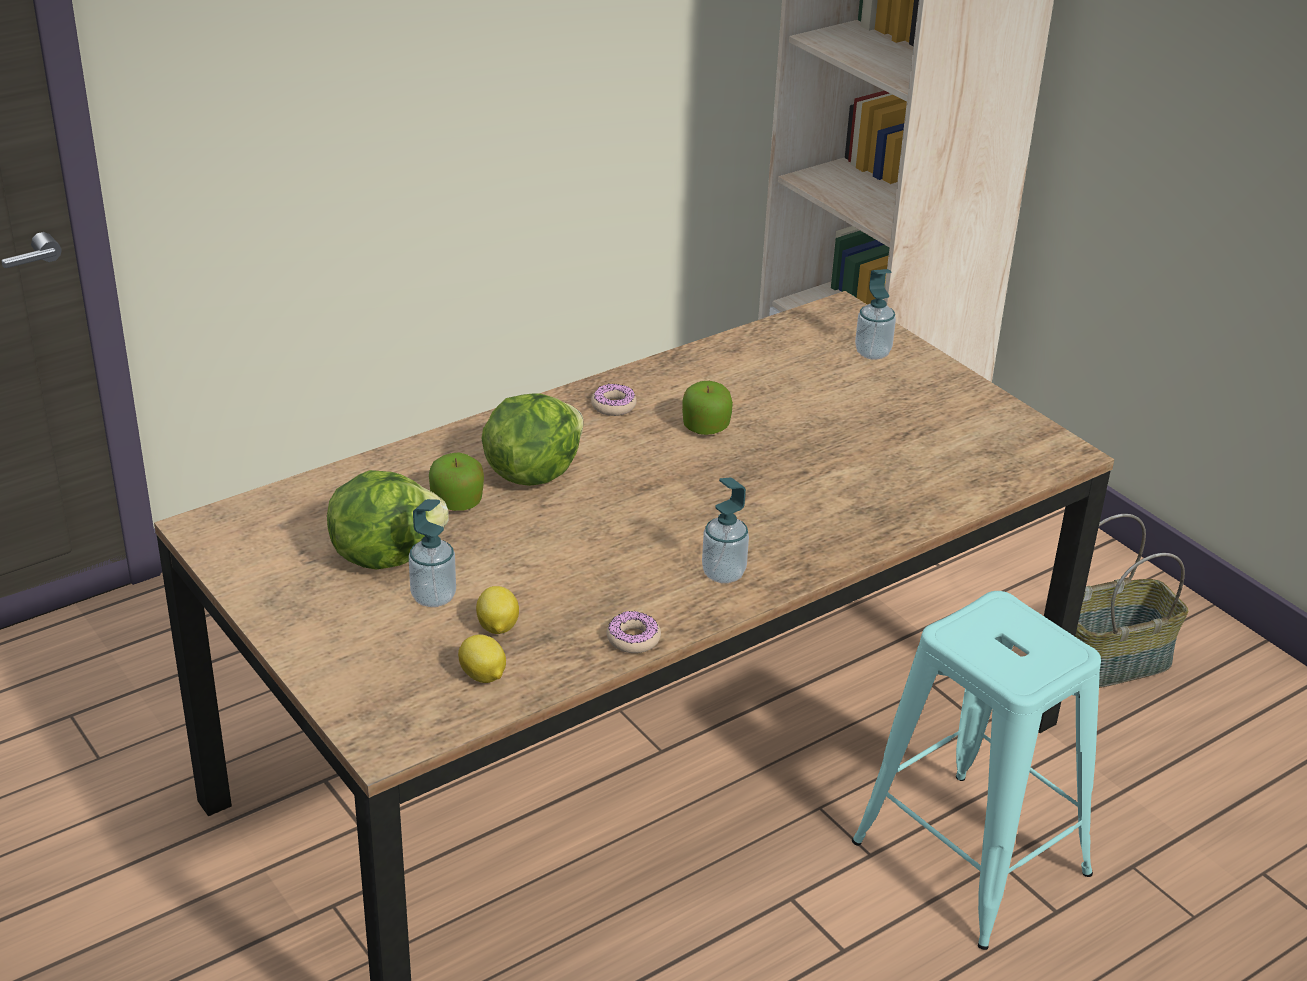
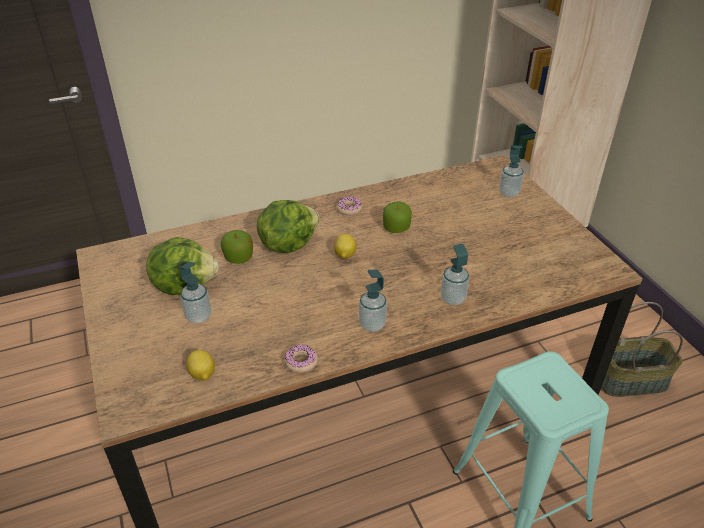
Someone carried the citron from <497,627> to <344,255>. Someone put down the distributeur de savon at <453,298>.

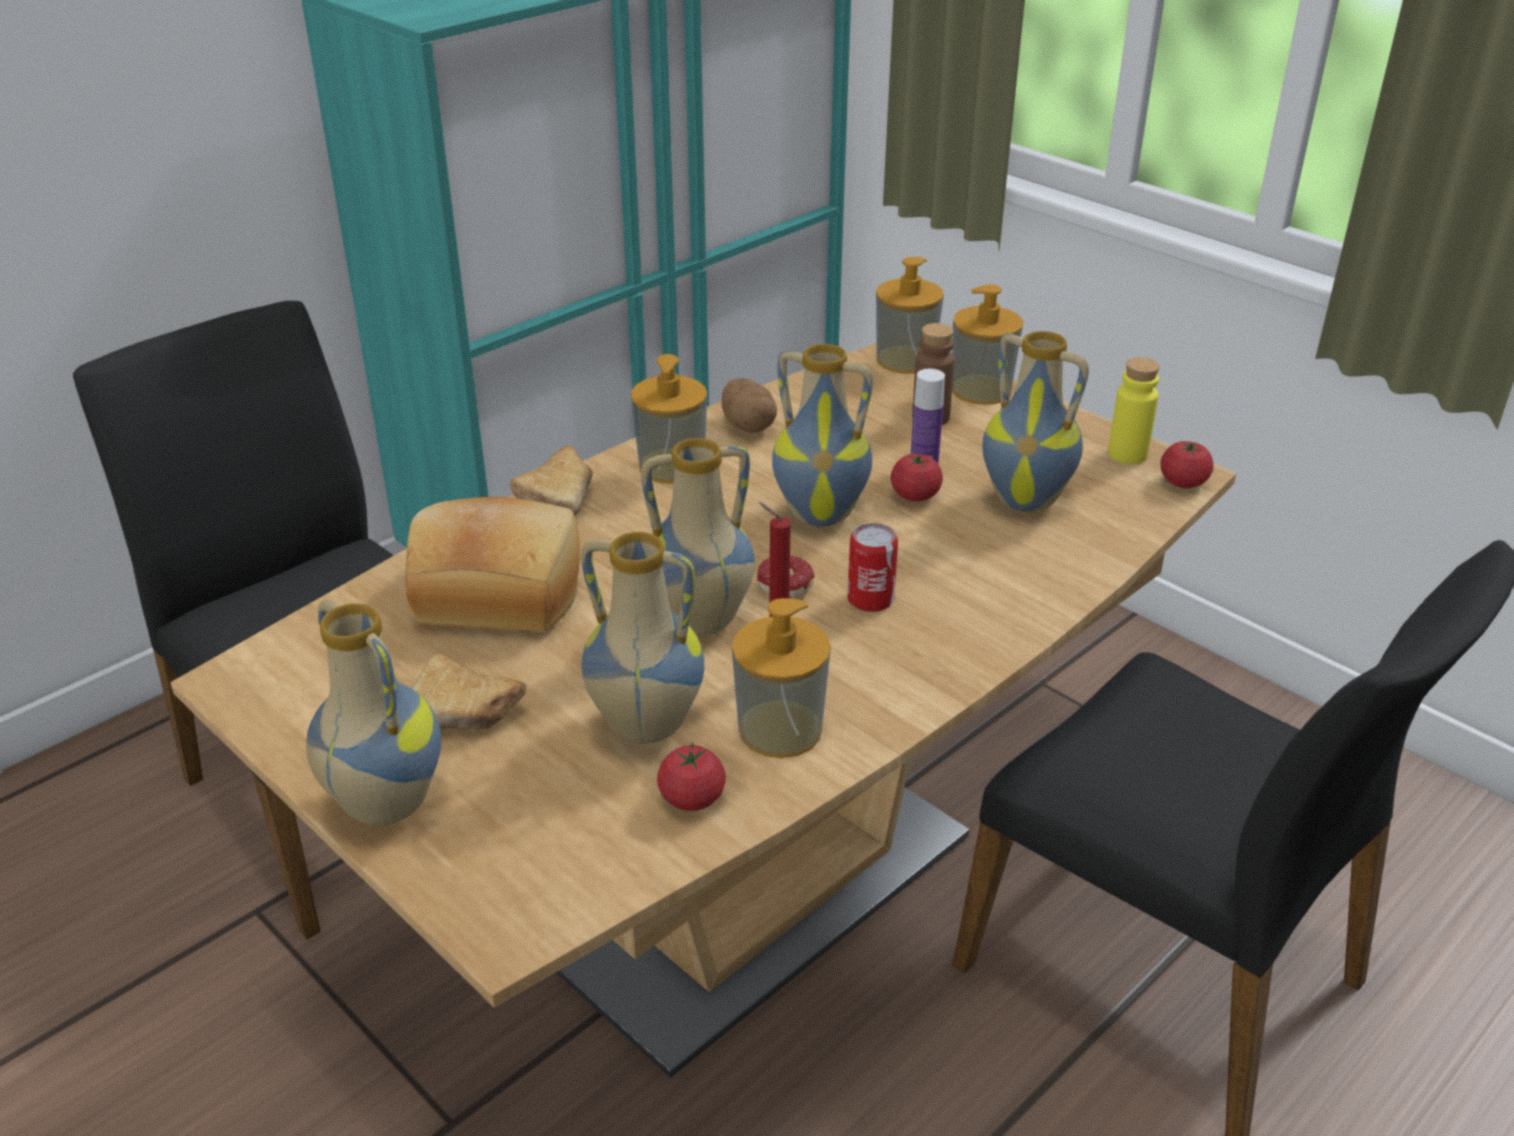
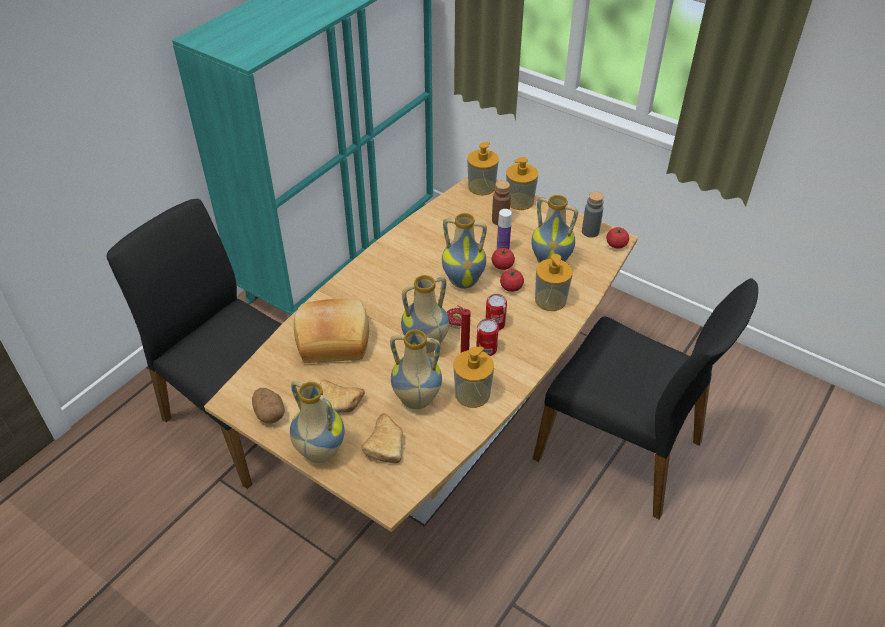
Someone carried the pain from <561,494> to <386,443>. Someone carried the distributeur de savon from <671,466> to <550,300>. Someone carried the tomate from <692,798> to <511,287>. Someone carried the pomme de terre from <748,425> to <269,413>. Someone repainted the bouteille (jaune) at <1127,454>, which became the bouteille (gris) at <590,232>. Someone put down the boîte métallique at <486,349>.

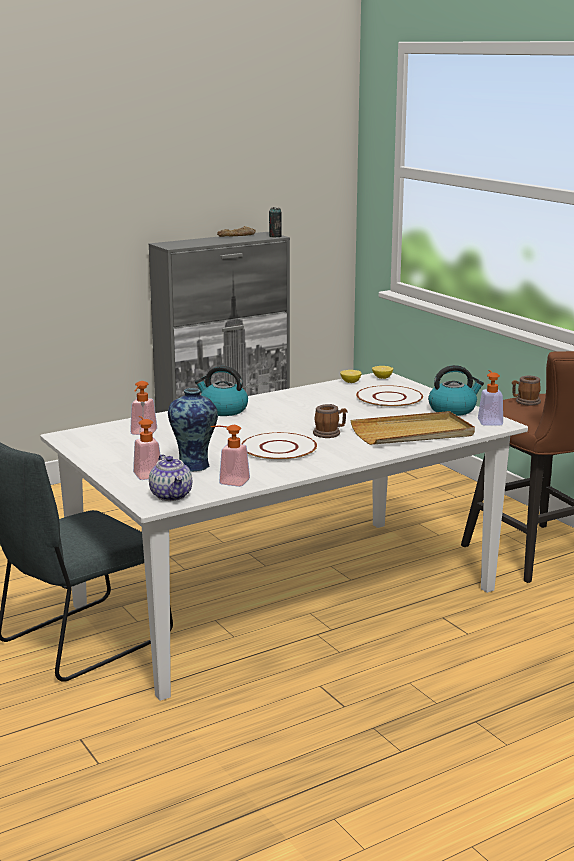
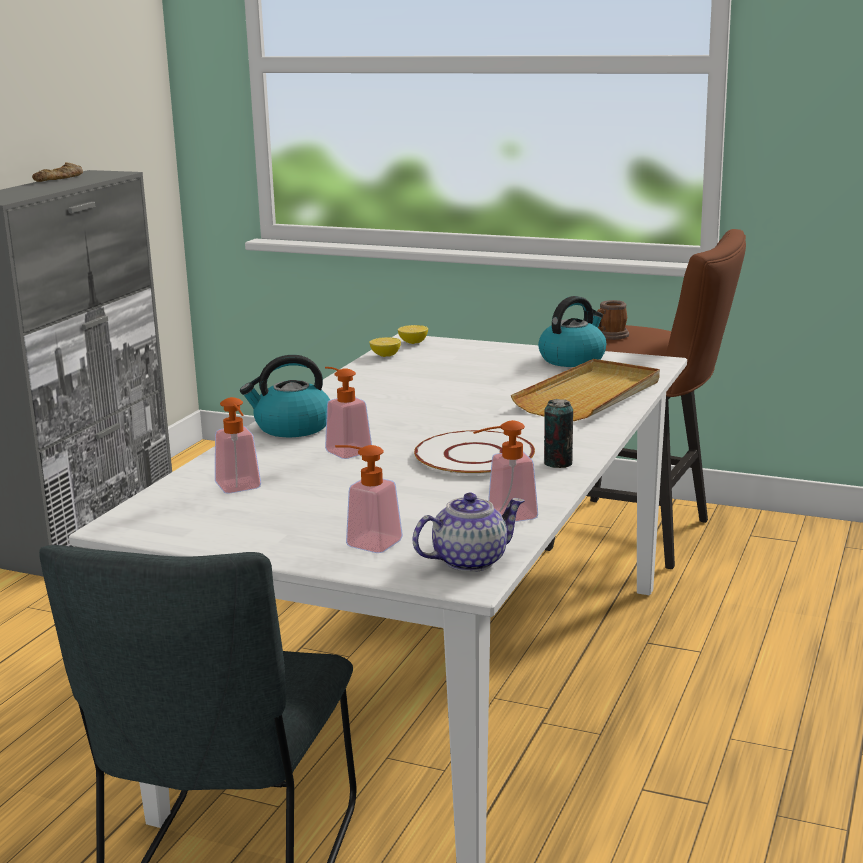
Someone rotated the théière at <172,495> by 60 degrees counterclockwise. Someone took away the vase at <194,465>. Someone carried the boîte métallique from <275,236> to <558,463>. Someone took away the mug at <329,433>. Someone took away the assiette (blanc) at <390,398>. Someone carried the distributeur de savon from <489,421> to <344,450>.

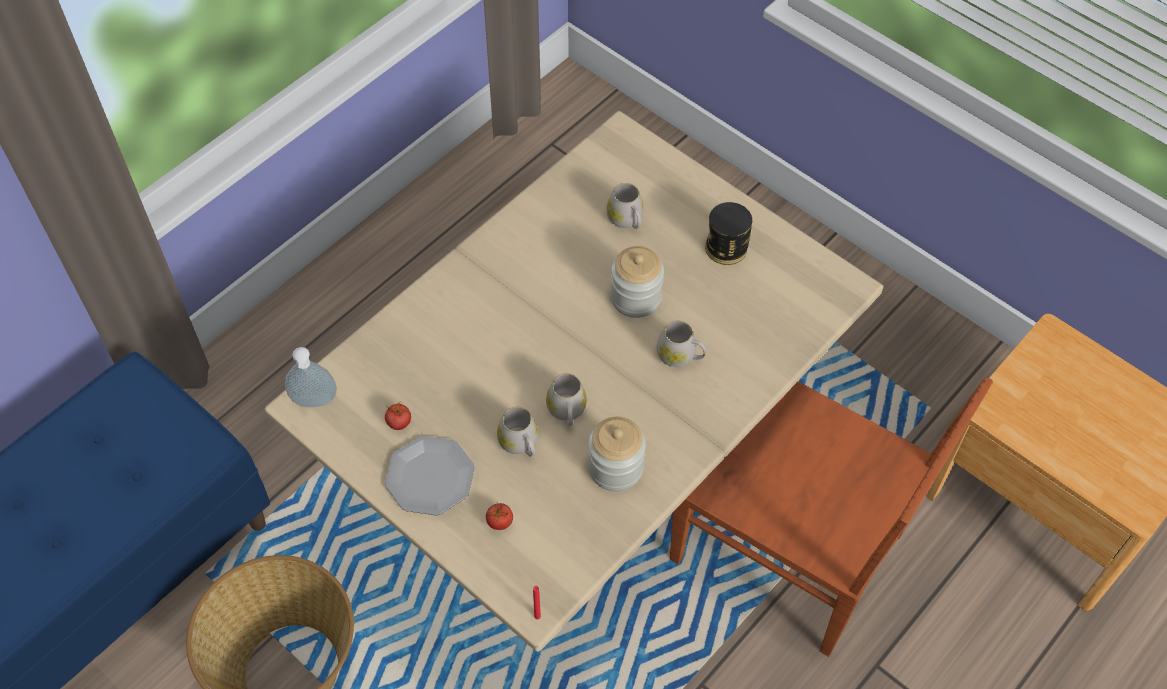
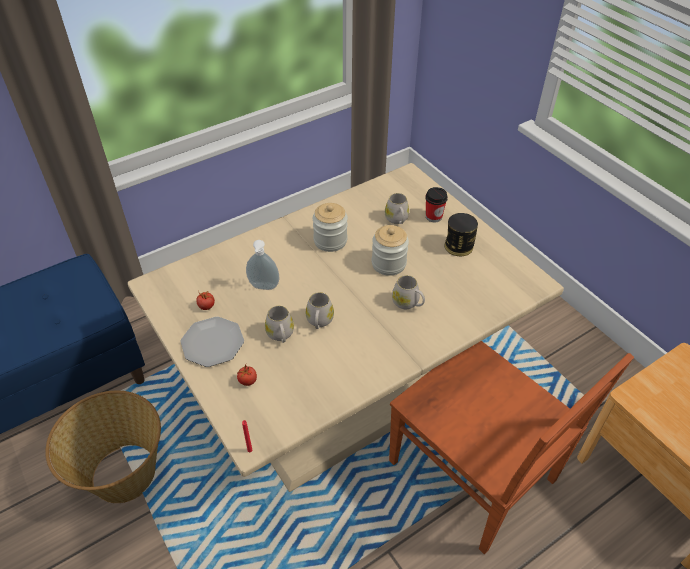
Someone carried the distributeur de savon from <315,403> to <263,287>. Someone carried the bocal from <615,468> to <330,240>. Someone put down the tasse at <433,217>.

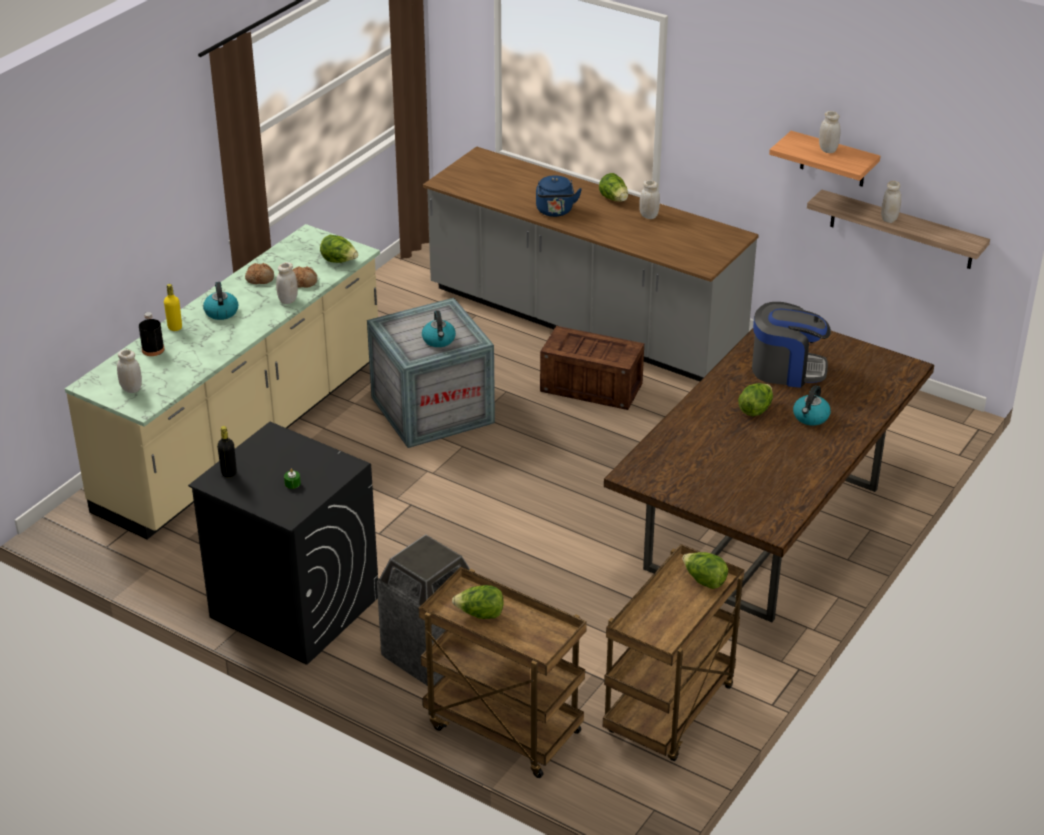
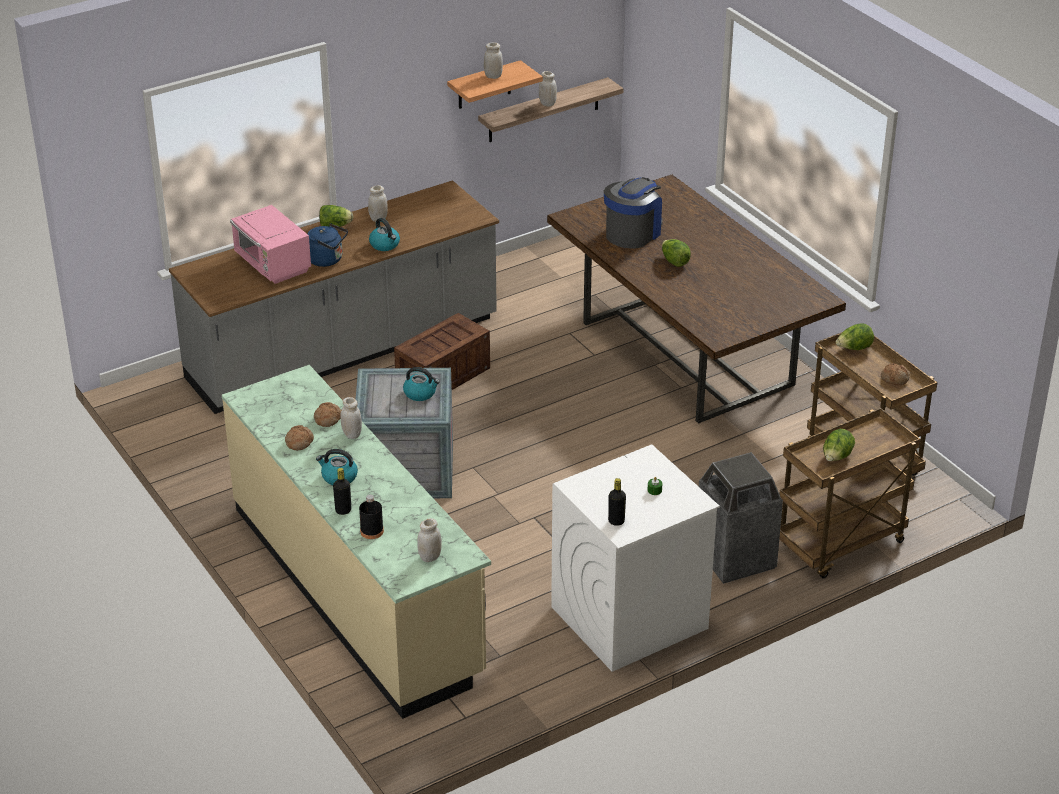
Someone repainted the bouteille (jaune) at <175,327>, which became the bouteille (noir) at <343,510>. Someone repainted the lave-linge (noir) at <293,607>, which became the lave-linge (blanc) at <628,618>. Someone took away the laitue at <339,261>. Someone carried the bouilloire from <810,417> to <385,245>. Someone put down the micro-ondes (rose) at <272,265>. Someone put down the pain at <895,378>.

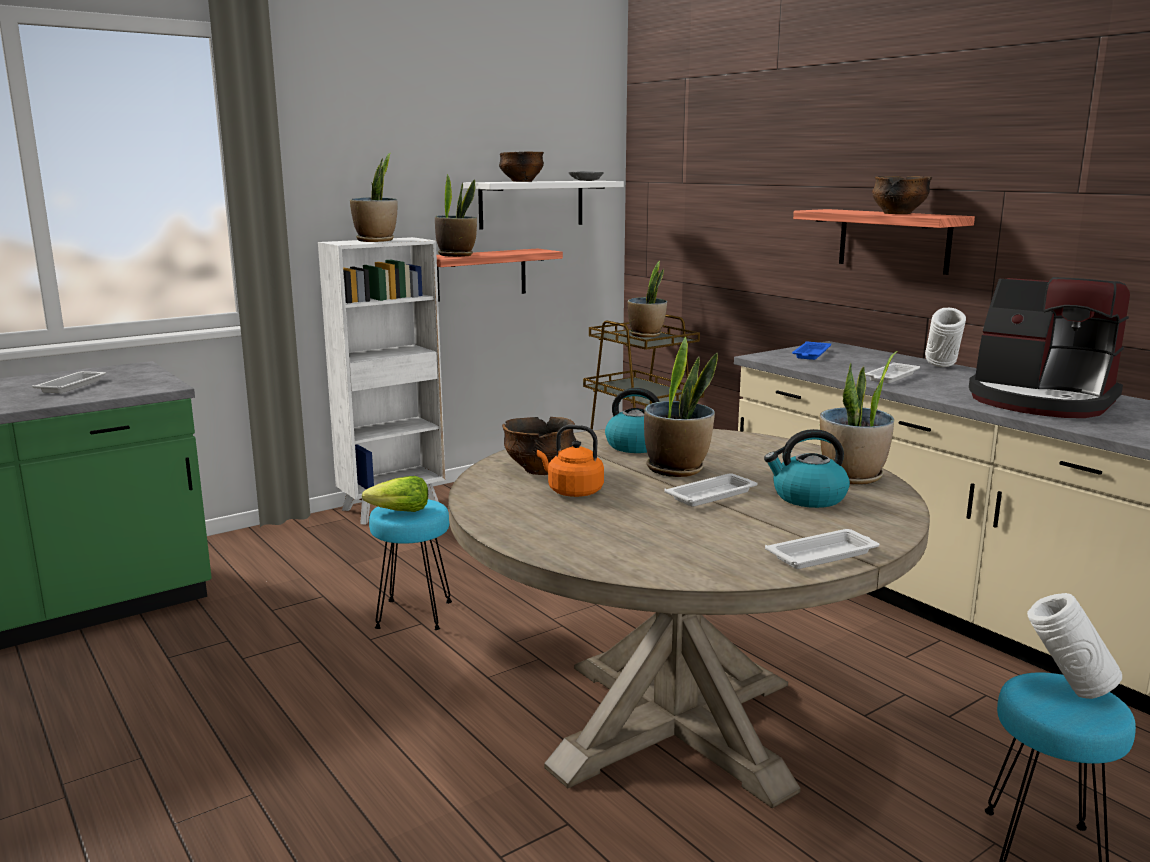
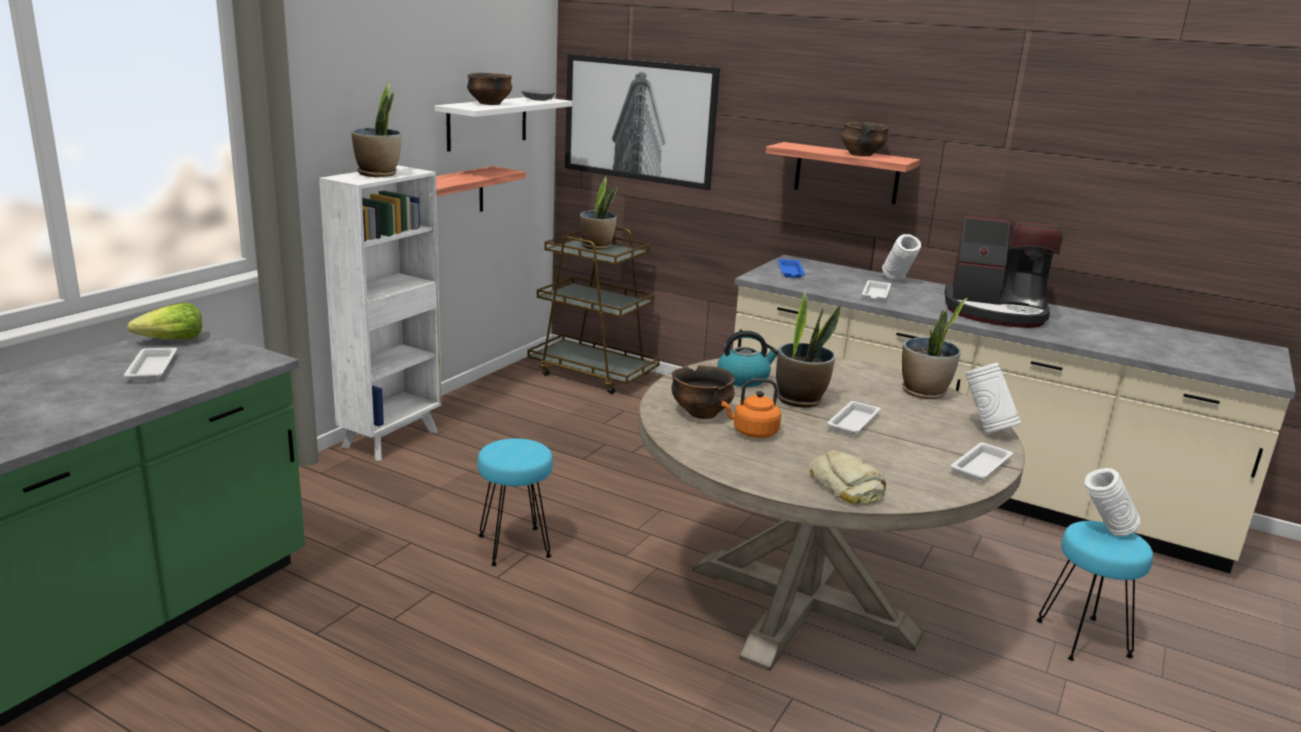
Someone carried the laitue from <399,512> to <171,340>. Someone took away the plante en pot at <456,255>. Someone took away the bouilloire at <808,498>. Someone put up the tableau at <640,120>. Someone put down the pain at <846,487>. Someone put down the vase (blanc) at <986,430>.

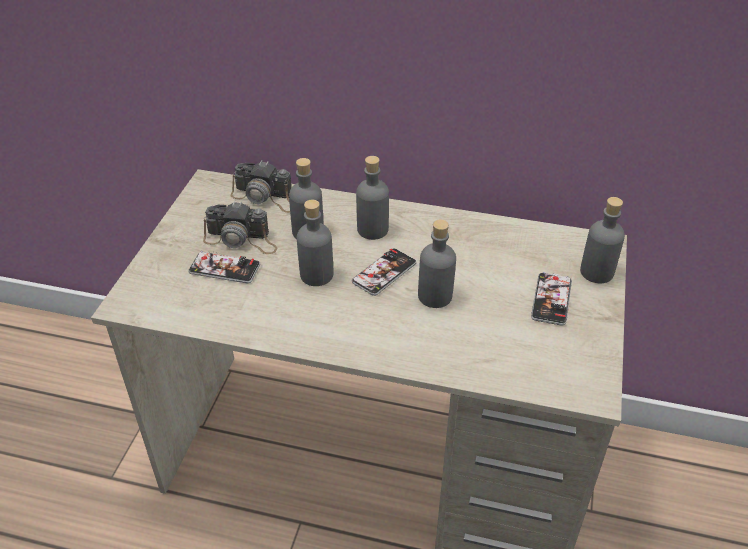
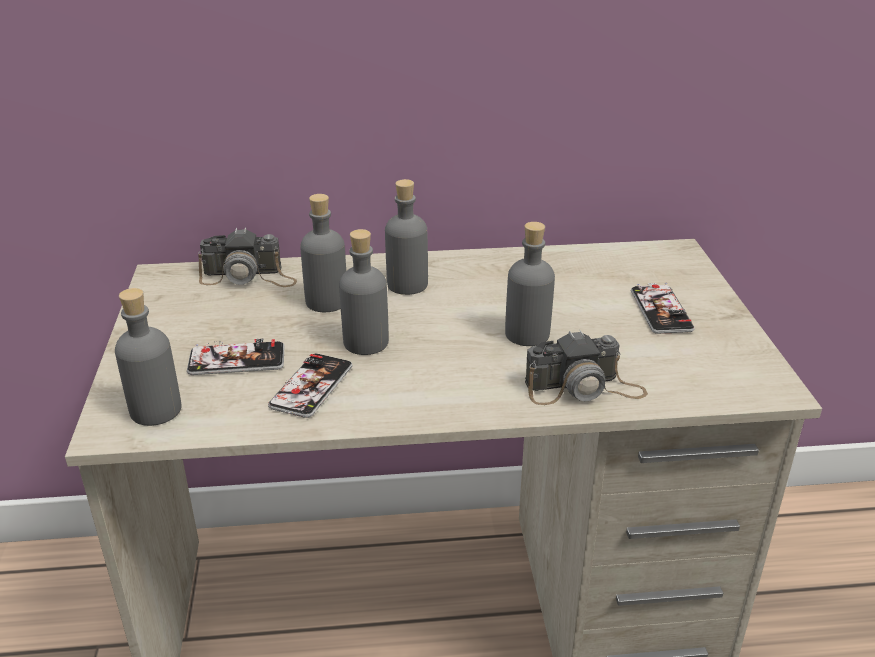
Someone carried the appareil photo from <241,239> to <584,388>. Someone carried the téléphone from <384,272> to <311,386>. Someone carried the bouteille (gris) from <596,272> to <155,410>.

